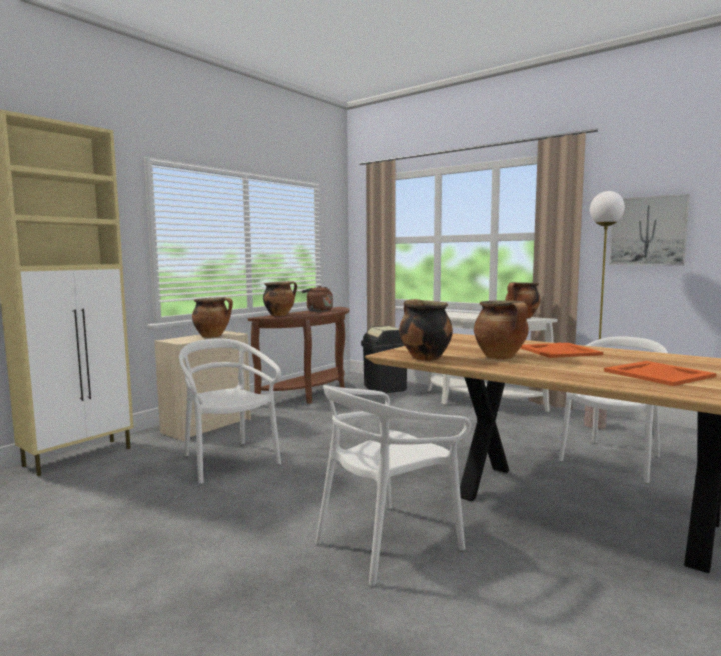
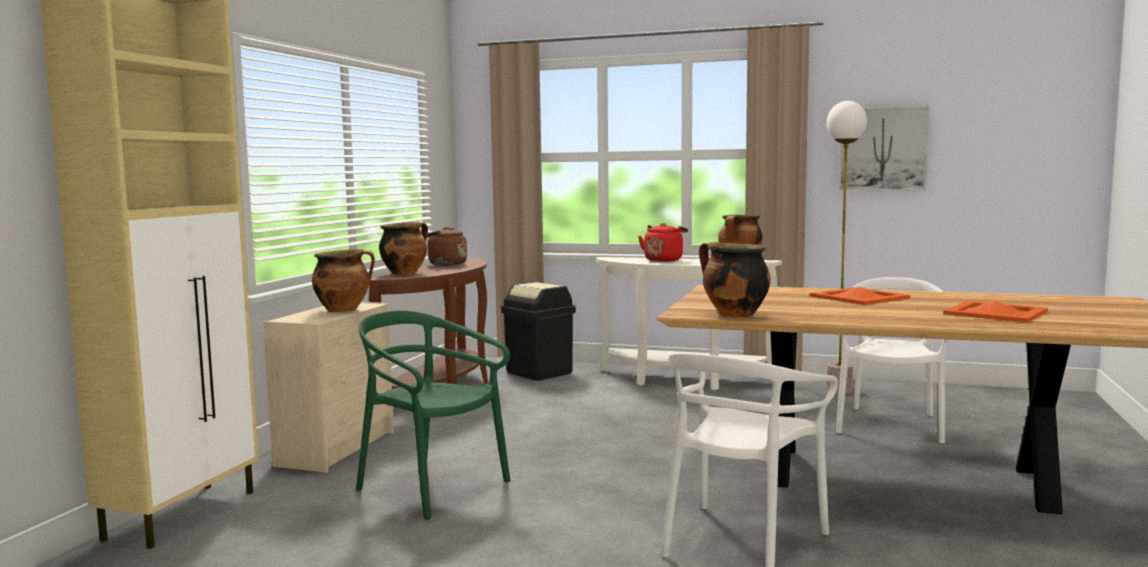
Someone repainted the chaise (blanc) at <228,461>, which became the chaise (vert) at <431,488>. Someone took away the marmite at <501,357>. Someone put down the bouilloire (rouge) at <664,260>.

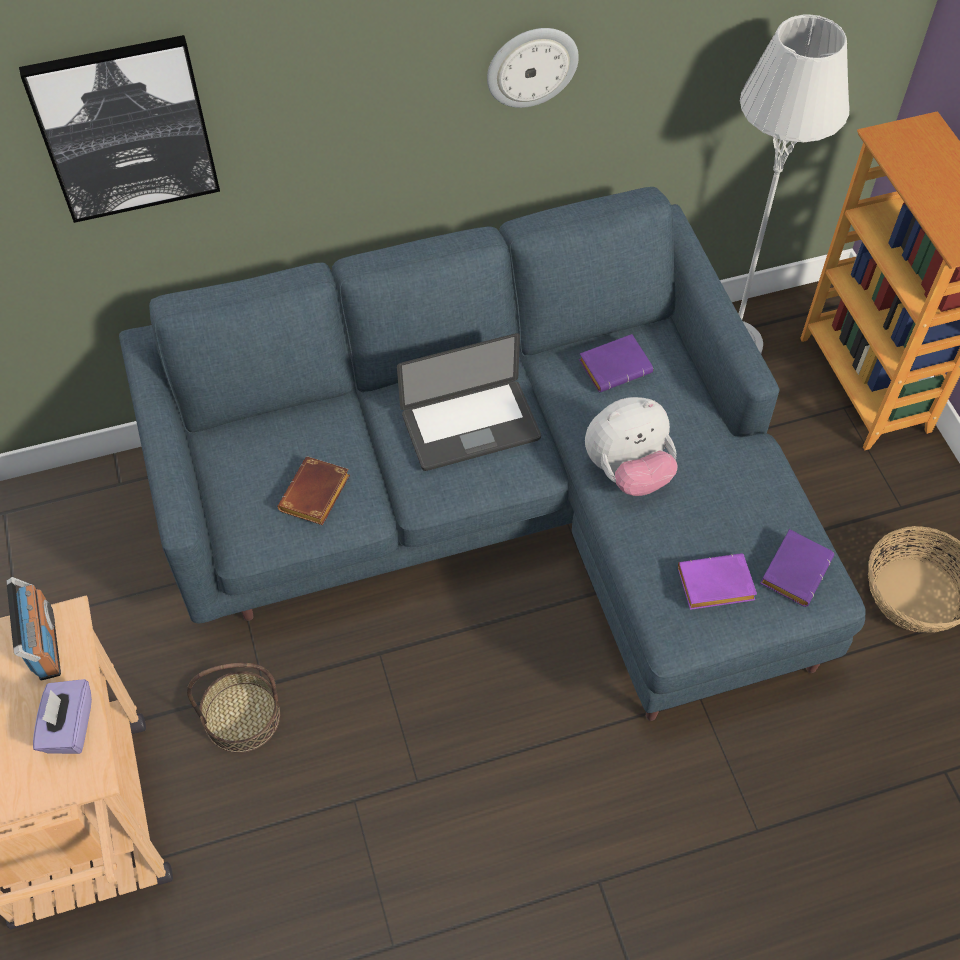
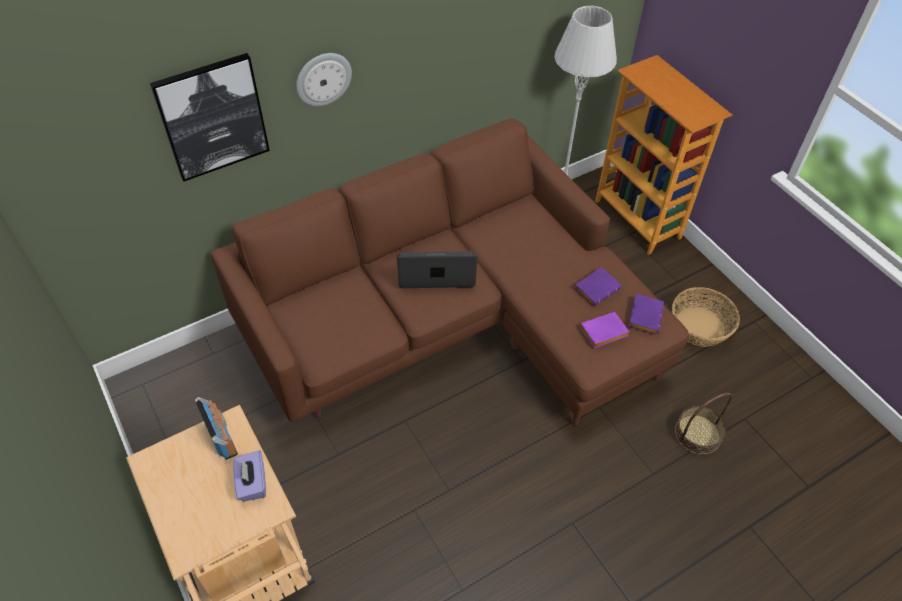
Someone repainted the canapé (bleu) at <501,508>, which became the canapé (marron) at <453,324>. Someone carried the panier from <242,717> to <697,434>. Someone took away the livre (marron) at <316,496>. Someone rotated the ordinateur portable at <470,426> by 150 degrees counterclockwise. Someone carried the horloge murale from <531,66> to <323,78>. Someone carried the livre (violet) from <615,366> to <596,288>. Someone took away the peluche at <628,471>.

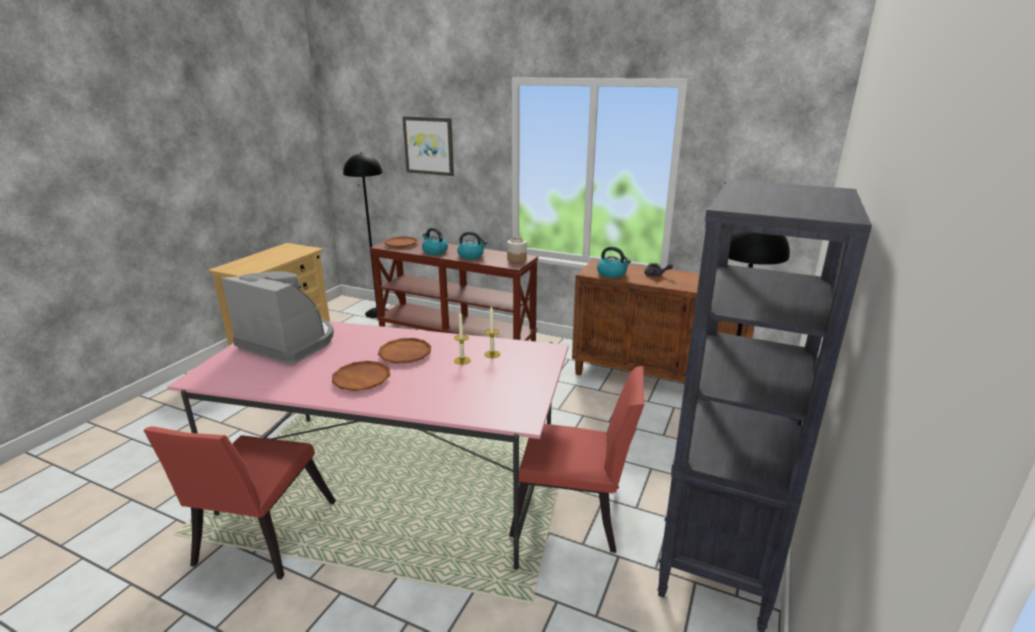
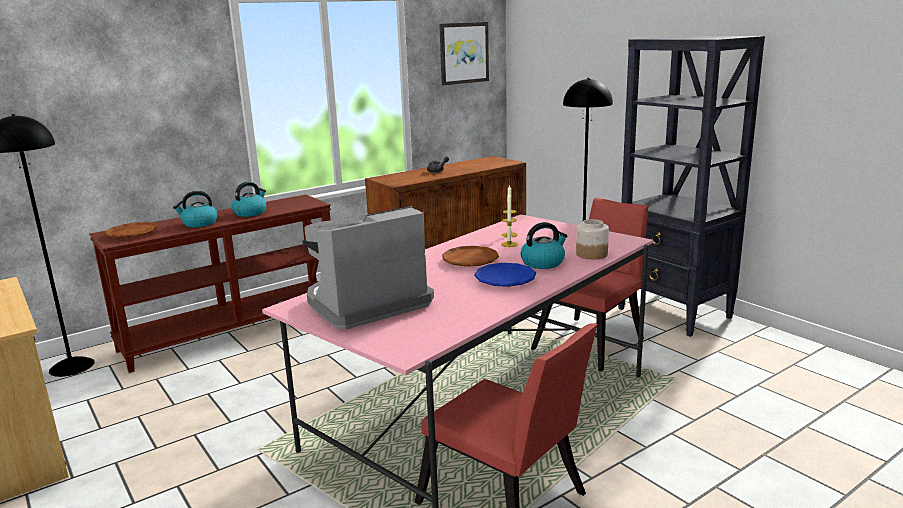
Someone repainted the assiette (marron) at <361,379>, which became the assiette (bleu) at <505,279>. Someone carried the tableau from <429,145> to <463,53>. Someone carried the bocal from <516,259> to <591,254>. Someone carried the bouilloire from <612,274> to <543,263>.

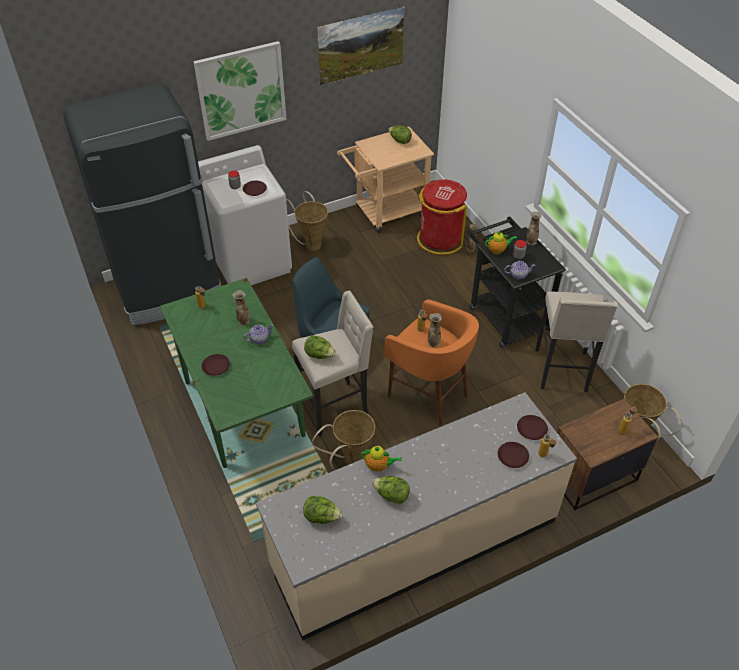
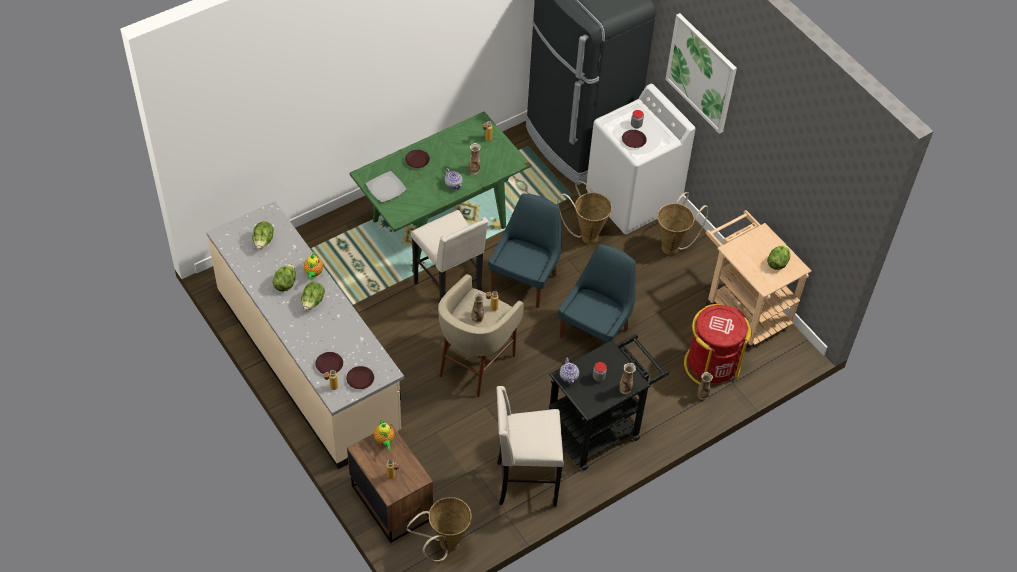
Someone carried the laitue from <319,355> to <313,302>. Someone carried the panier from <350,462> to <586,235>. Someone took away the tableau at <361,60>. Someone repainted the tabouret (orange) at <429,395>, which became the tabouret (beige) at <475,365>. Someone carried the théière from <497,250> to <384,440>. Someone put down the assiette at <385,188>. Someone put down the chaise (bleu) at <595,332>.

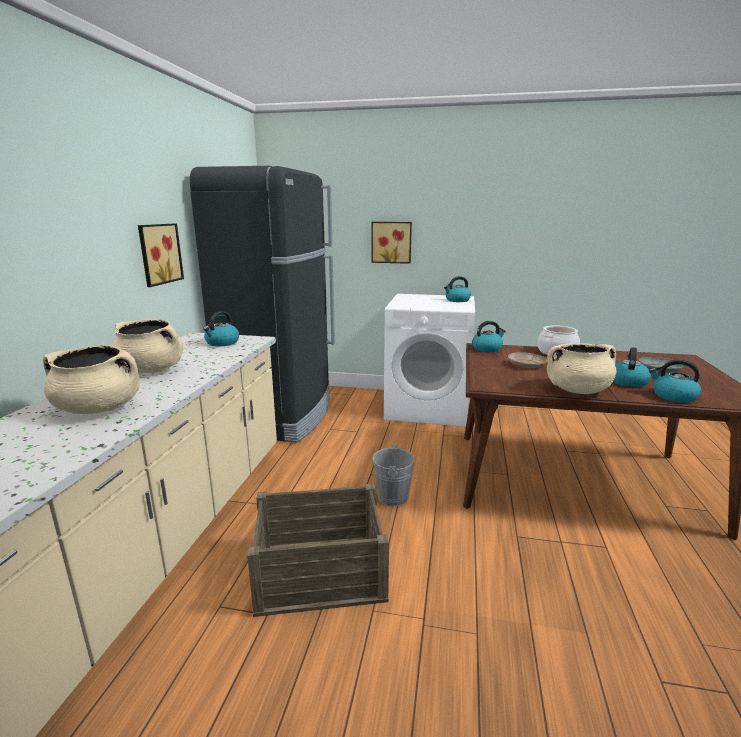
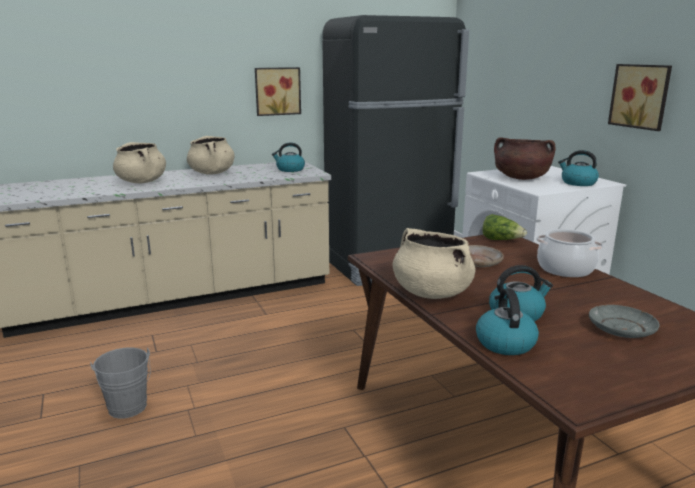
Someone took away the caisse at <319,570>. Someone carried the tableau from <391,242> to <641,96>. Someone carried the seau (gris) from <396,497> to <128,409>. Someone swapped the bouilloire at <487,348> for the laitue at <501,240>. Someone put down the marmite (marron) at <521,178>.

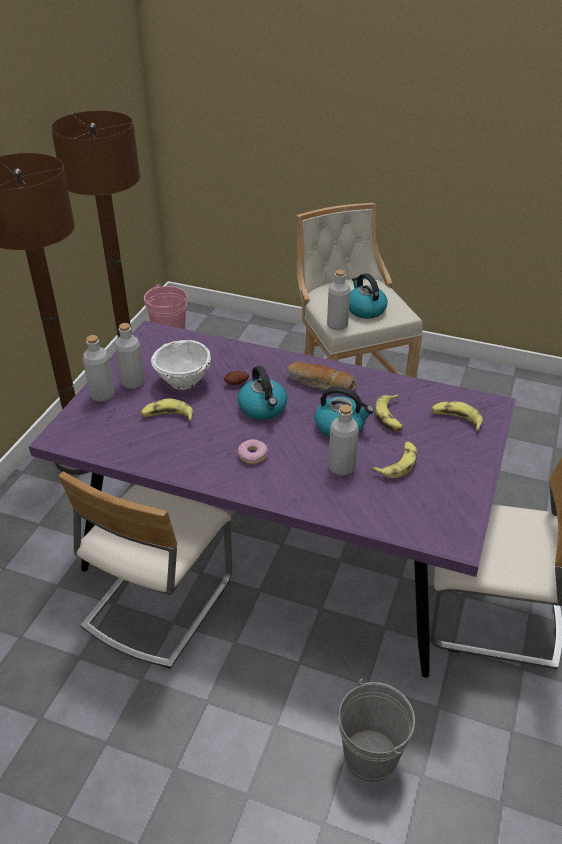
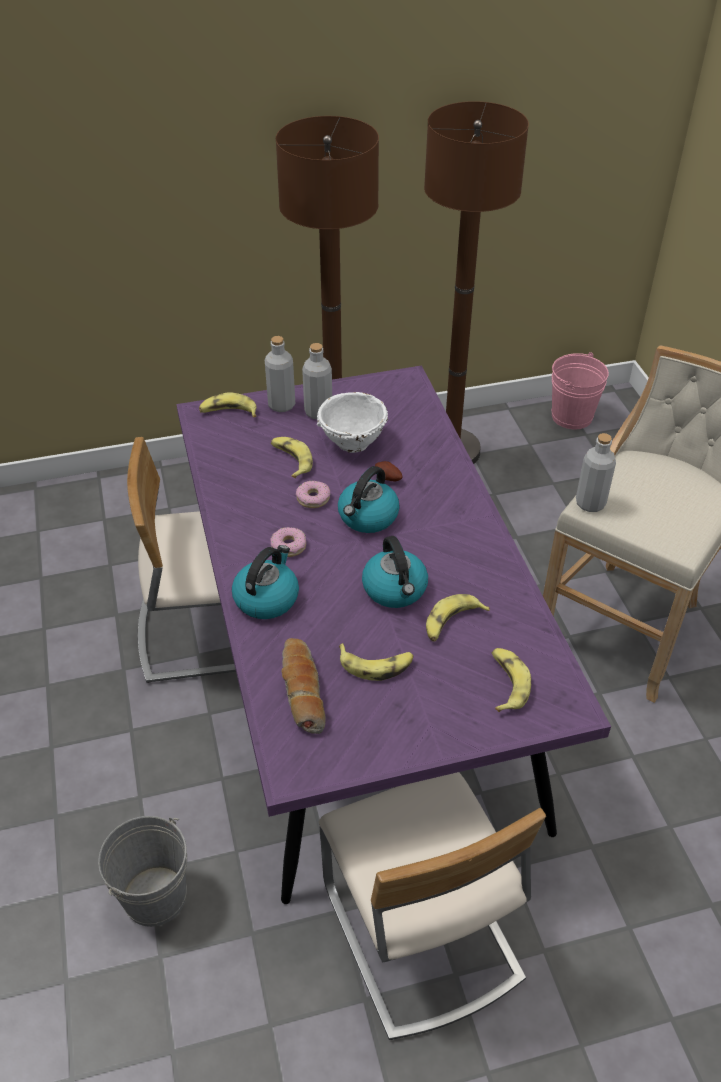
Someone carried the pain from <320,384> to <301,692>. Someone took away the bouteille (gris) at <341,467>. Someone carried the bouilloire from <365,309> to <266,598>. Someone put down the banane at <228,412>. Someone put down the beignet at <313,498>.

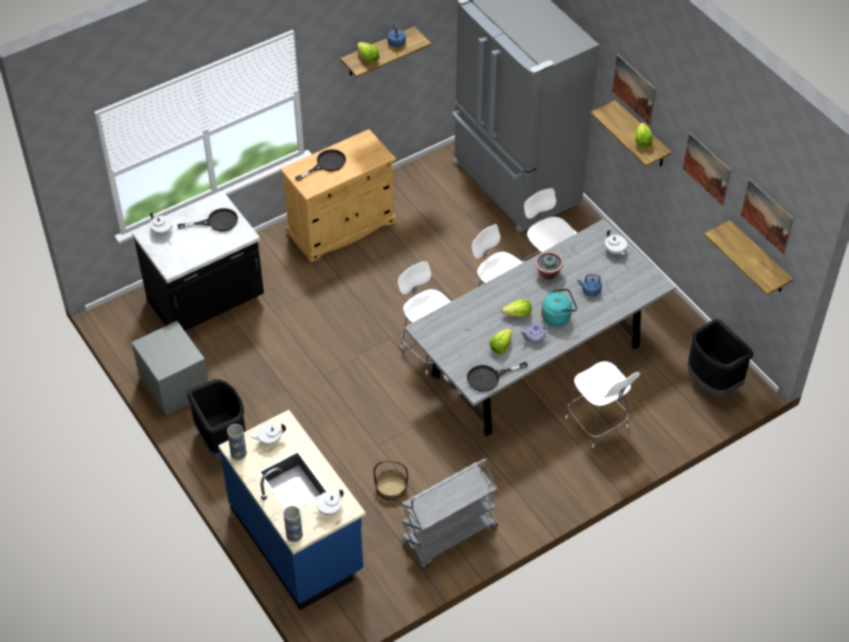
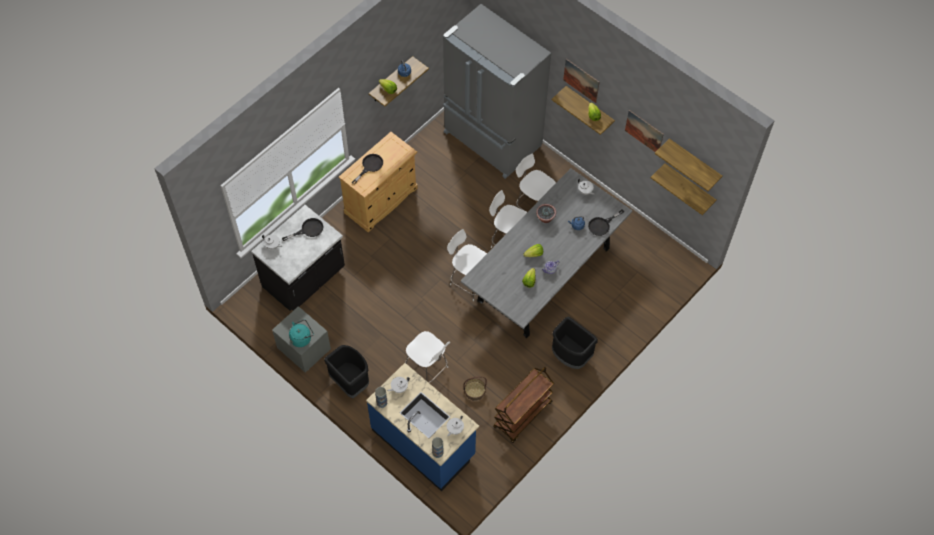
Someone repainted the chariot (gris) at <449,536>, which became the chariot (marron) at <522,415>. Someone carried the poêle (noir) from <489,378> to <602,225>. Someone carried the bouilloire (turquoise) from <557,316> to <302,338>. Someone carried the chaise (blanc) from <598,424> to <427,370>. Someone carried the poubelle (noir) from <712,382> to <570,356>. Someone swapped the tableau at <767,216> for the étagère at <694,162>.

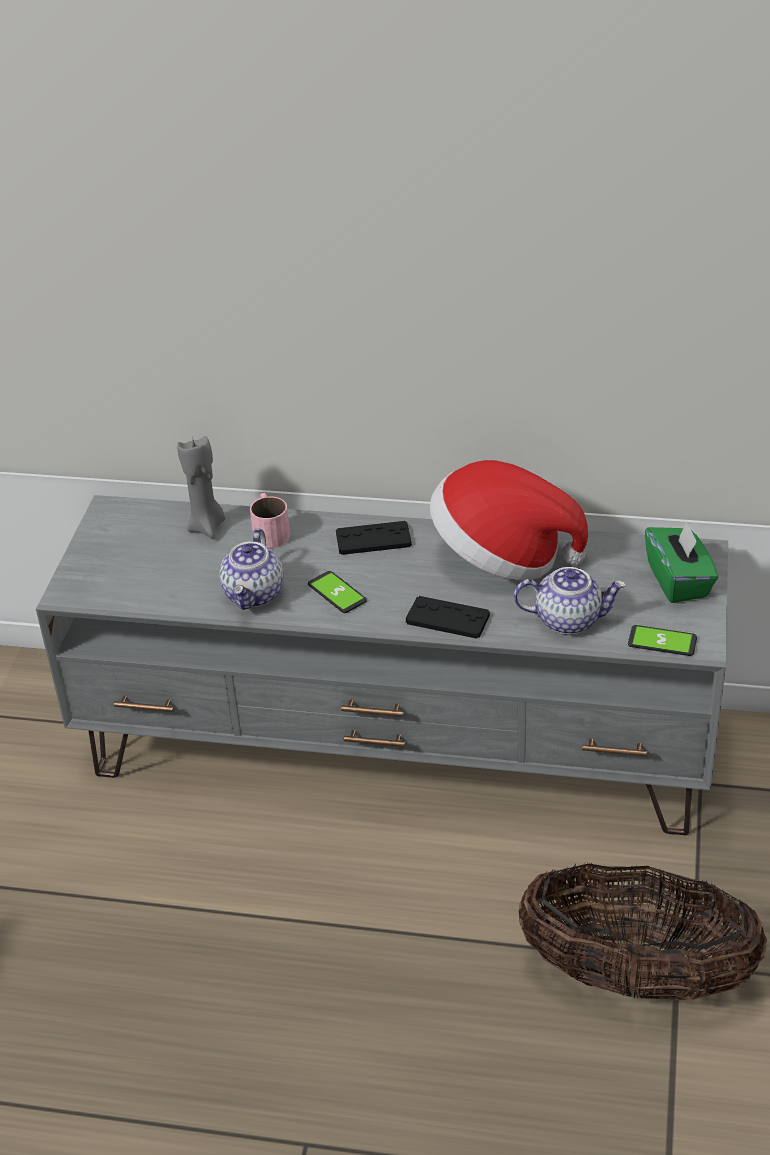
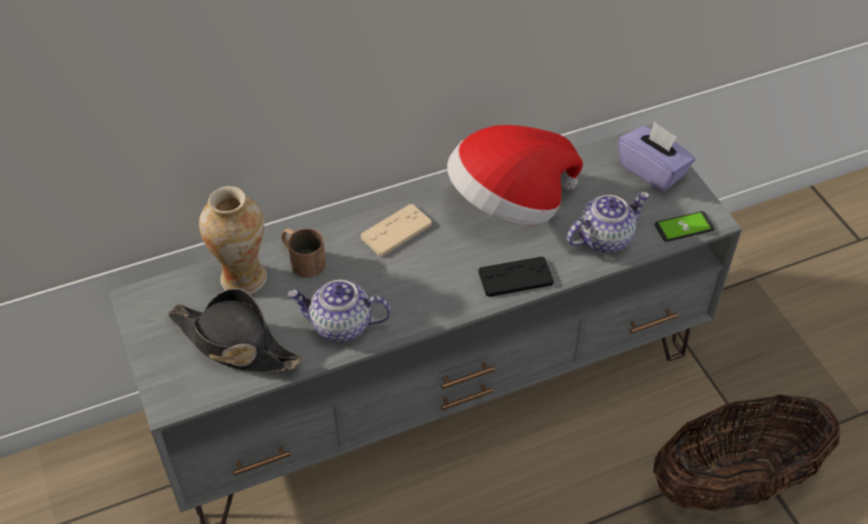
Someone swapped the bougie (gris) at <207,526> for the vase at <243,278>. Someone rotated the théière at <254,594> by 120 degrees clockwise. Someone repainted the mug (rose) at <269,531>, which became the mug (marron) at <302,259>. Someone took away the téléphone at <337,593>. Someone repainted the manette (noir) at <373,539>, which became the manette (beige) at <396,231>. Someone repainted the boîte à mouchoirs (vert) at <679,581>, which became the boîte à mouchoirs (violet) at <652,171>. Someone put down the chapeau (noir) at <234,343>.

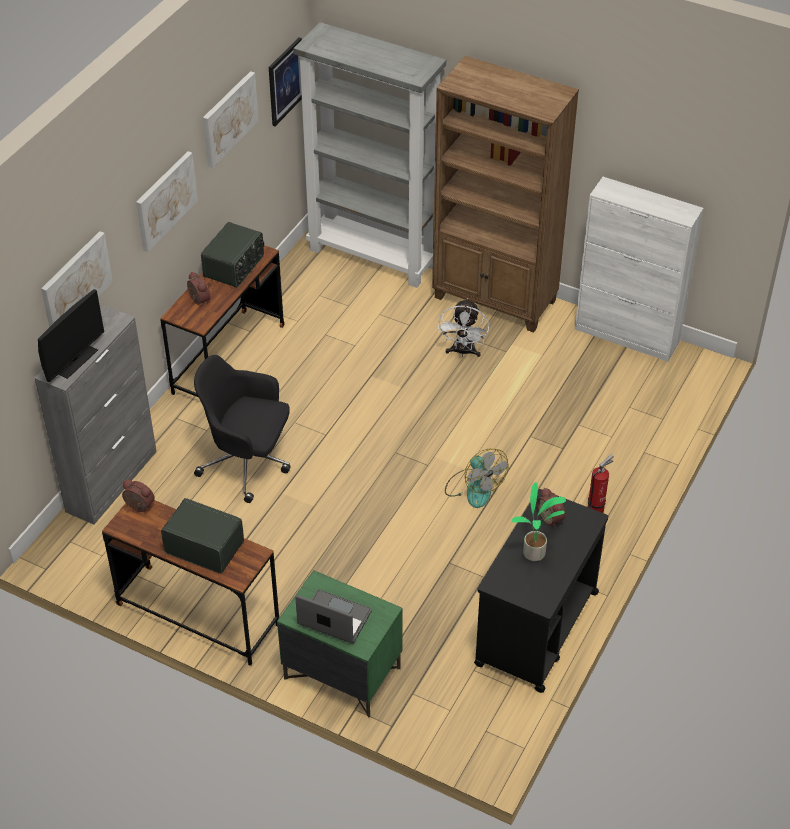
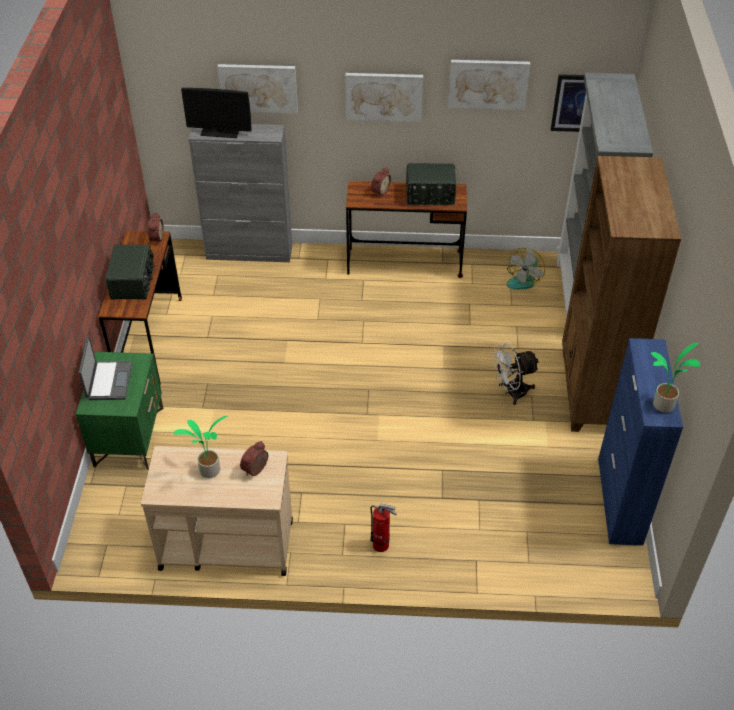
Someone took away the chaise de bureau (noir) at <248,463>. Someone carried the ventilateur from <474,488> to <524,279>. Someone repainted the chariot (noir) at <536,629>, which became the chariot (beige) at <225,544>. Someone repainted the meuble de rangement (blanc) at <627,336>, which became the meuble de rangement (bleu) at <619,501>. Someone put down the plante en pot at <663,406>.

